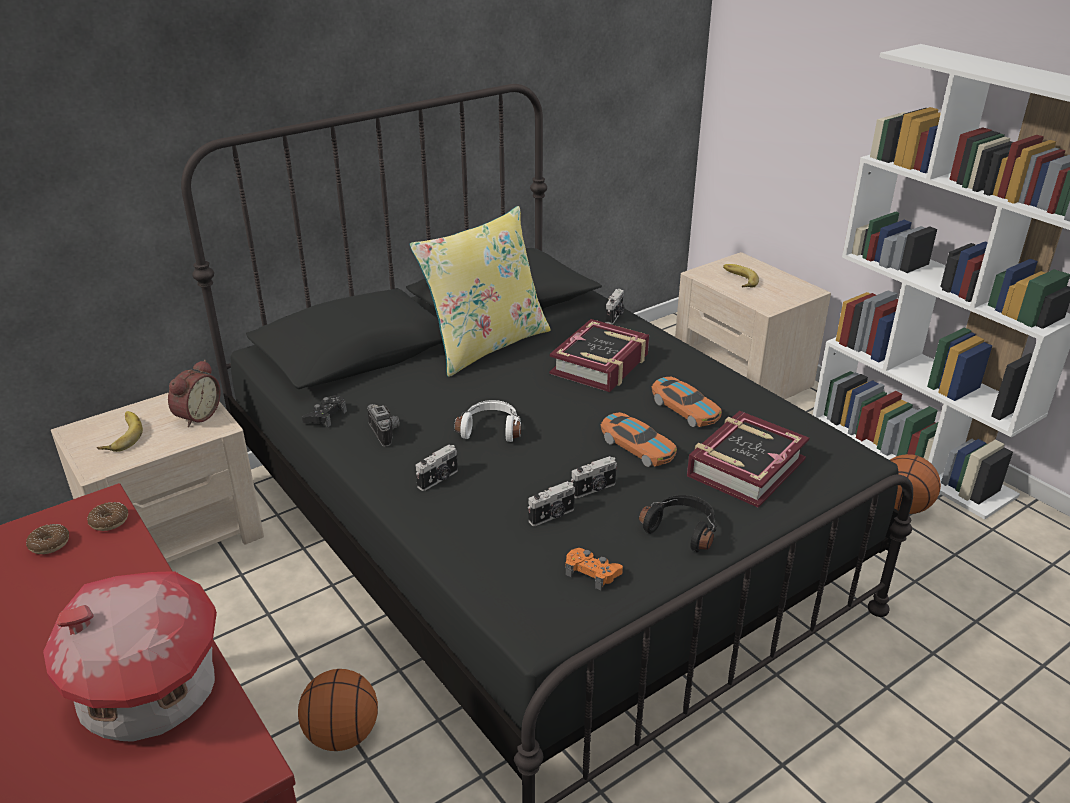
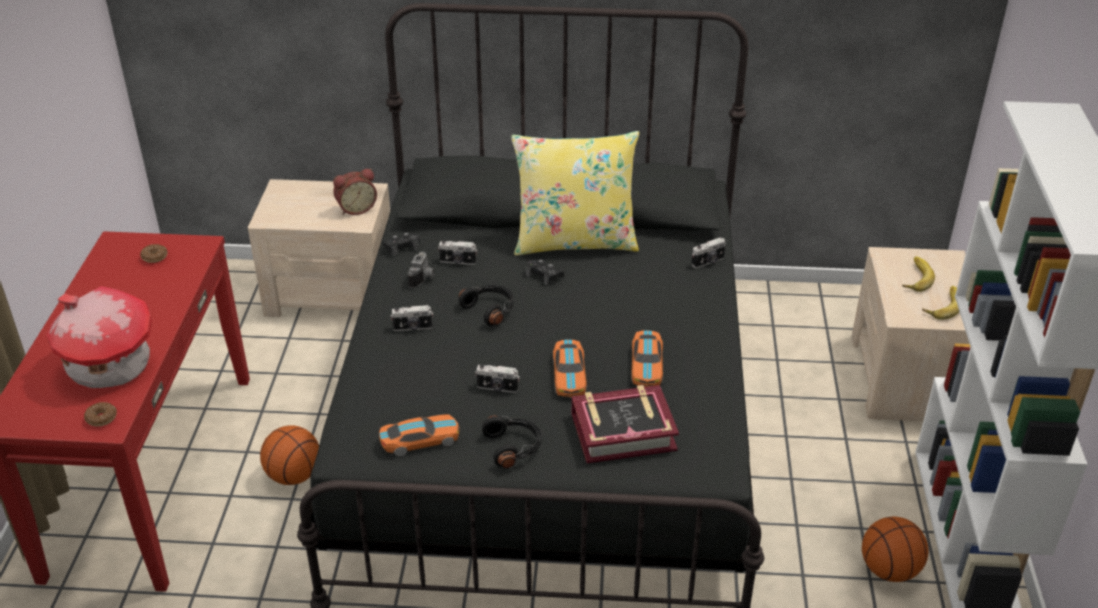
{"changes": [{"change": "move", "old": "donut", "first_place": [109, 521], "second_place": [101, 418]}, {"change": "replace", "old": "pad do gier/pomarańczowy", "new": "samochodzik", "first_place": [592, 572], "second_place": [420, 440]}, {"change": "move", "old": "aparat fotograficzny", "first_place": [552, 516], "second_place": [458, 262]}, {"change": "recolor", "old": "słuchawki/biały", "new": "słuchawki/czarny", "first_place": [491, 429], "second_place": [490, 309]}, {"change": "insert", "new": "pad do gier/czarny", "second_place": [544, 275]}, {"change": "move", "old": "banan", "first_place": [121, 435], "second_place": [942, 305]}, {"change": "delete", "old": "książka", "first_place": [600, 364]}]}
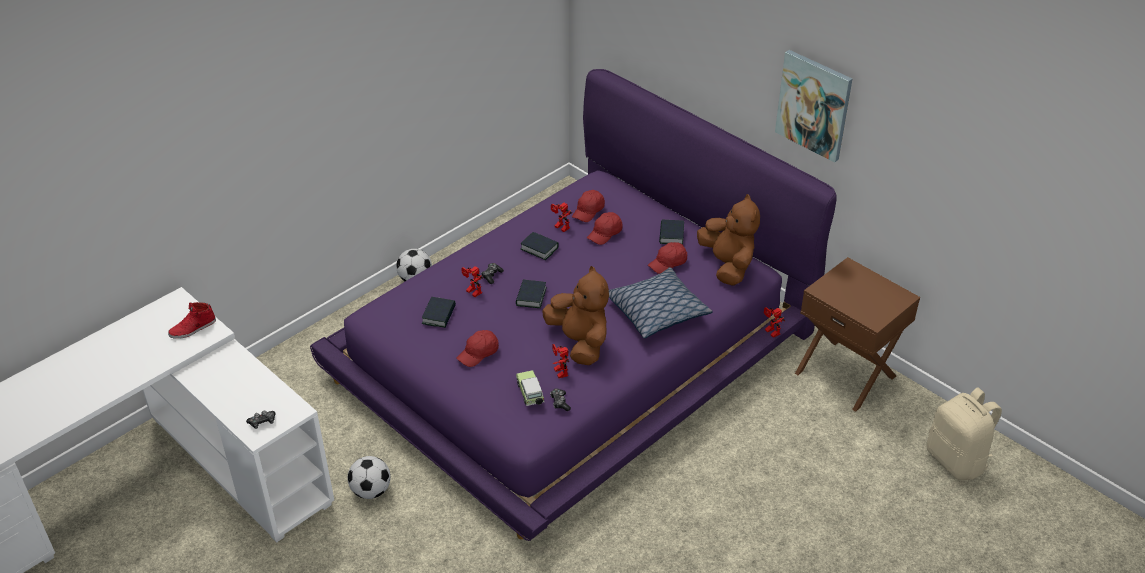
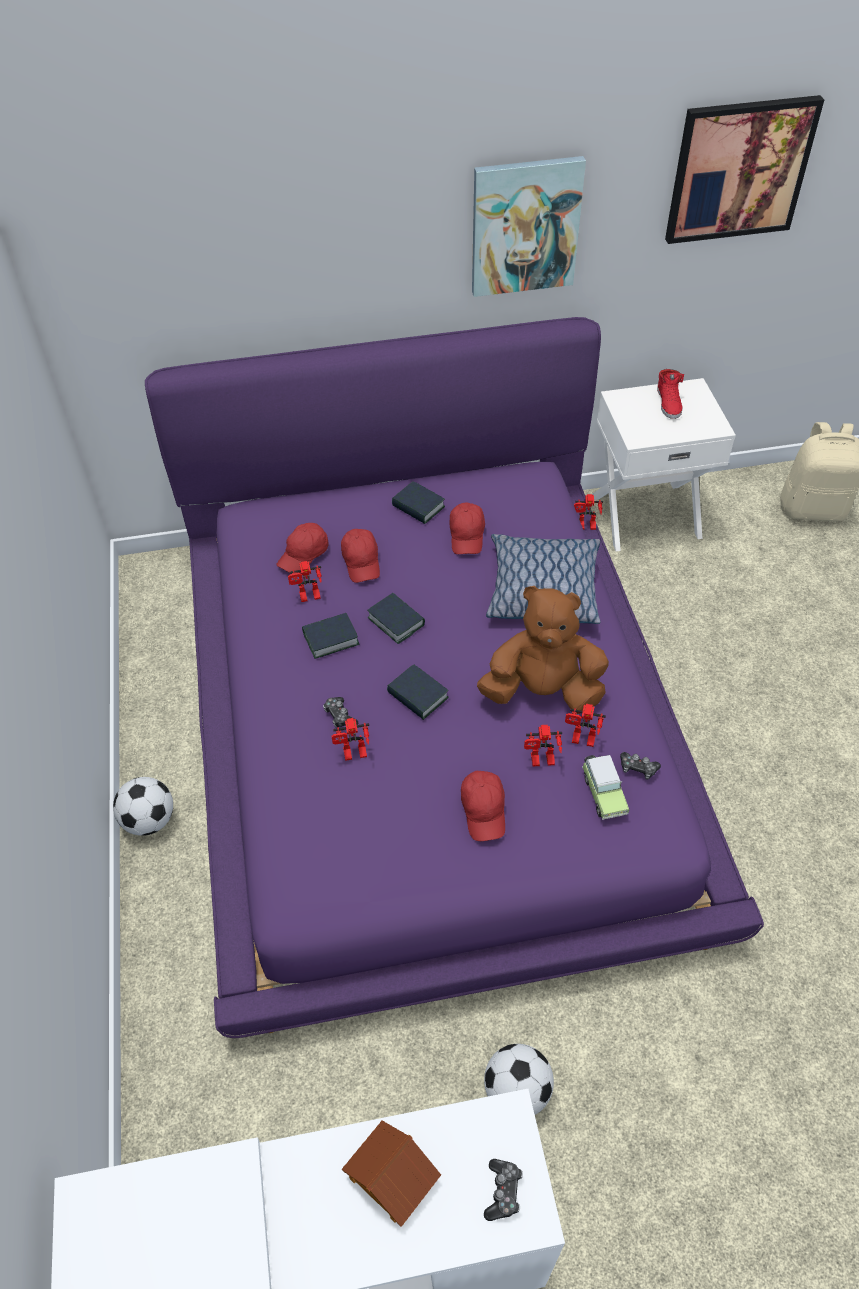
{"changes": [{"change": "rotate", "old": "czapka z daszkiem/czerwony", "first_place": [588, 211], "second_place": [304, 555], "degrees": 60}, {"change": "insert", "new": "domek", "second_place": [390, 1177]}, {"change": "move", "old": "książka", "first_place": [439, 315], "second_place": [396, 621]}, {"change": "insert", "new": "robot zabawkowy", "second_place": [541, 762]}, {"change": "rotate", "old": "samochodzik", "first_place": [530, 394], "second_place": [603, 792], "degrees": -120}, {"change": "recolor", "old": "szafka nocna/brązowy", "new": "szafka nocna/biały", "first_place": [846, 374], "second_place": [645, 514]}, {"change": "move", "old": "but/czerwony", "first_place": [193, 328], "second_place": [669, 402]}, {"change": "insert", "new": "obraz", "second_place": [739, 170]}, {"change": "delete", "old": "pluszak/brązowy", "first_place": [727, 265]}]}
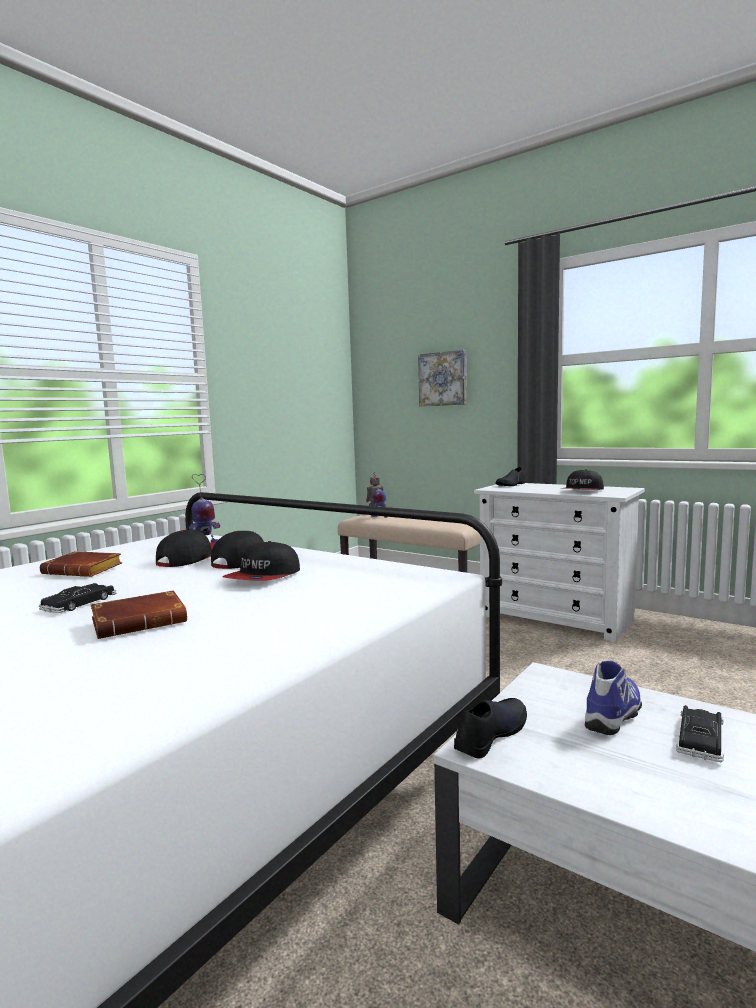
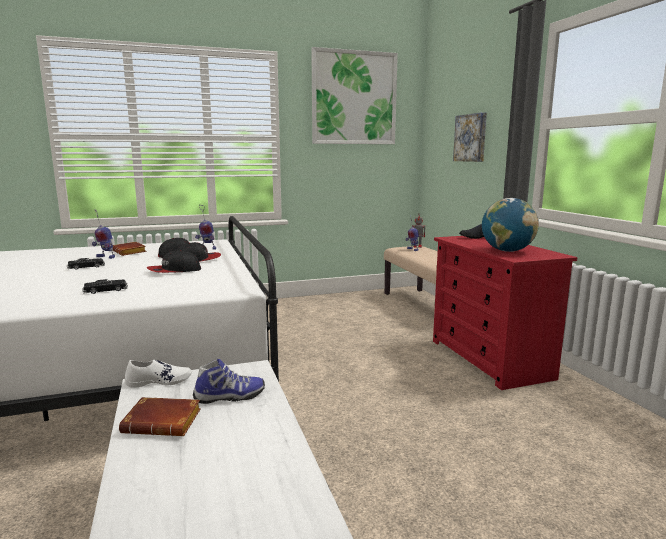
{"changes": [{"change": "move", "old": "samochodzik/czarny", "first_place": [700, 739], "second_place": [105, 290]}, {"change": "insert", "new": "robot zabawkowy", "second_place": [105, 257]}, {"change": "move", "old": "książka/brązowy", "first_place": [141, 621], "second_place": [165, 422]}, {"change": "recolor", "old": "but/czarny", "new": "but/biały", "first_place": [490, 734], "second_place": [159, 381]}, {"change": "insert", "new": "obraz", "second_place": [354, 98]}, {"change": "recolor", "old": "komoda/biały", "new": "komoda/czerwony", "first_place": [556, 617], "second_place": [489, 359]}, {"change": "replace", "old": "czapka z daszkiem", "new": "globus", "first_place": [582, 491], "second_place": [507, 251]}]}
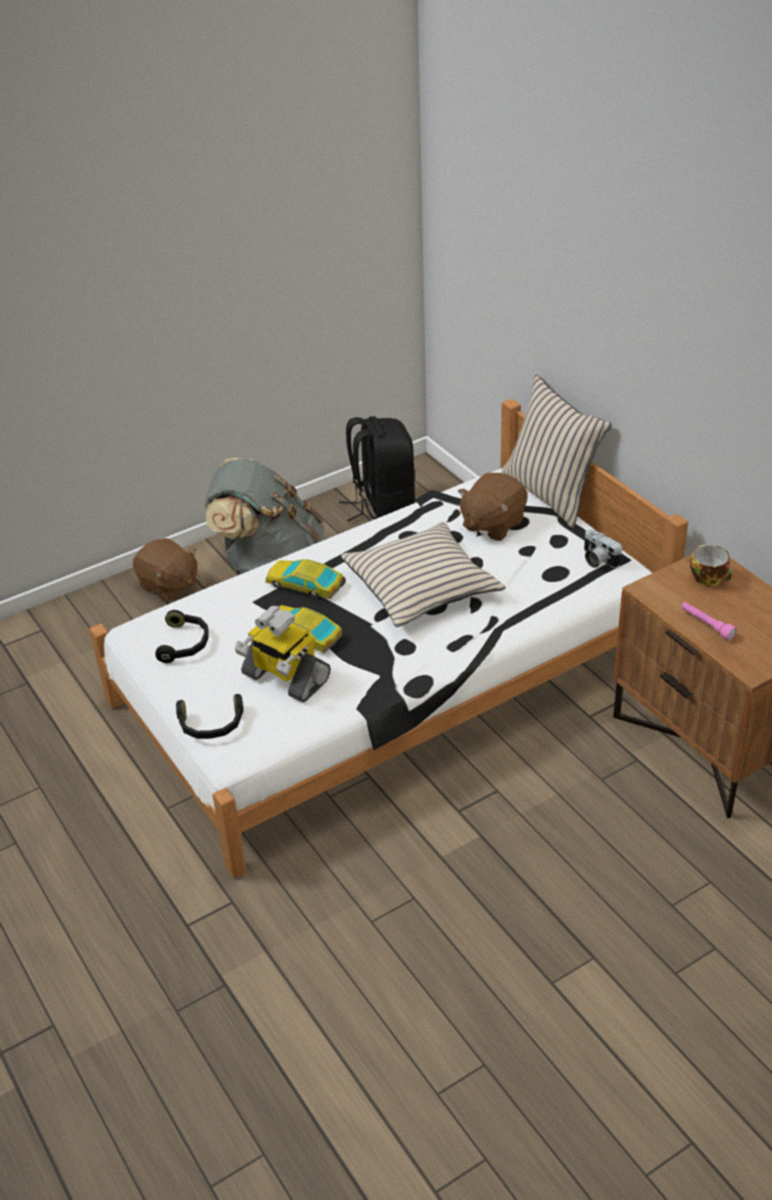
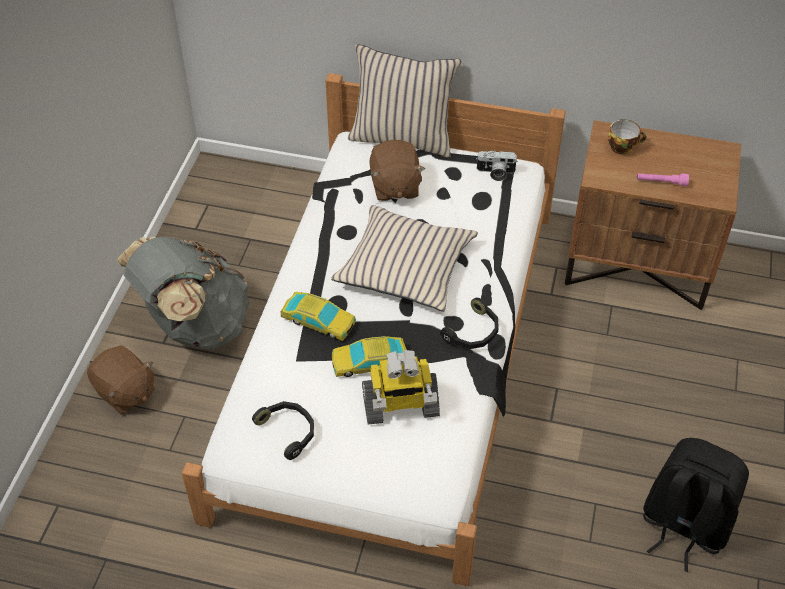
{"changes": [{"change": "rotate", "old": "pluszak/brązowy", "first_place": [168, 586], "second_place": [125, 392], "degrees": 45}, {"change": "rotate", "old": "samochodzik", "first_place": [304, 585], "second_place": [318, 320], "degrees": -135}, {"change": "move", "old": "słuchawki/czarny", "first_place": [211, 725], "second_place": [473, 333]}, {"change": "move", "old": "plecak/czarny", "first_place": [382, 506], "second_place": [683, 525]}]}
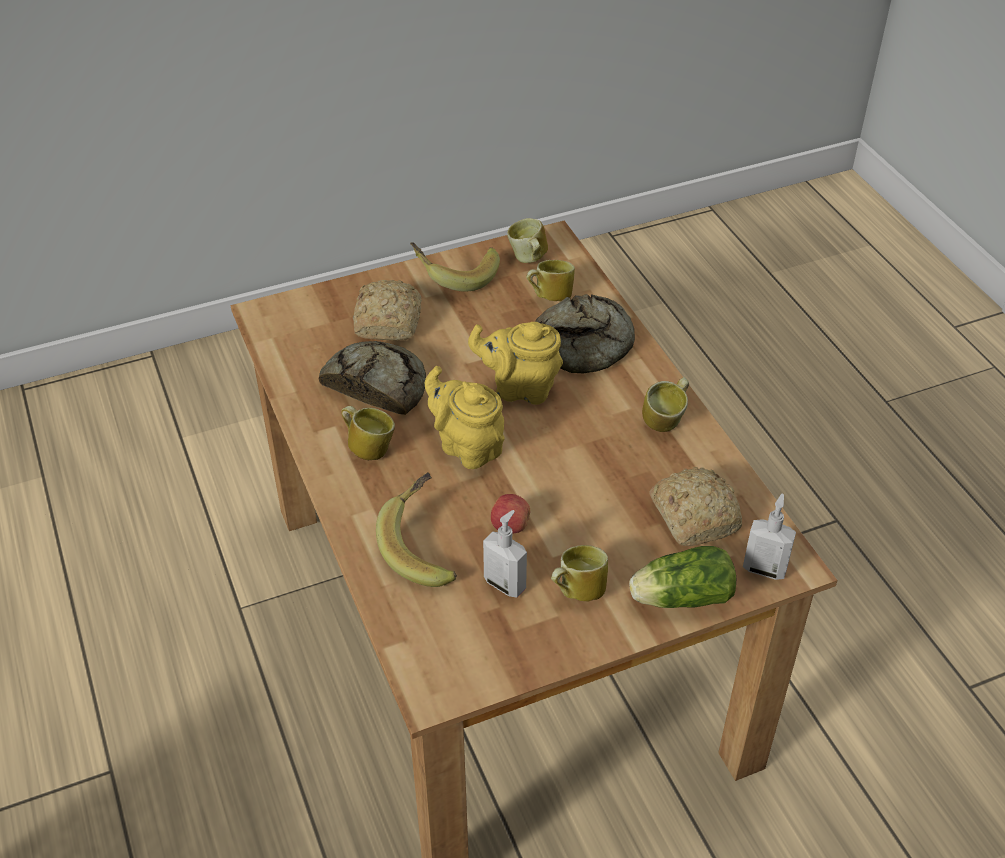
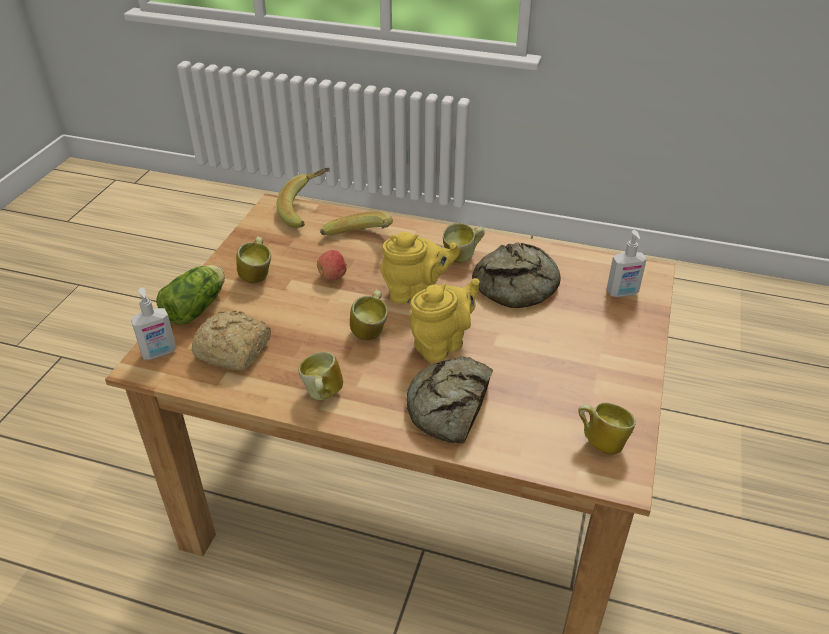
{"changes": [{"change": "move", "old": "banan", "first_place": [455, 276], "second_place": [308, 211]}, {"change": "move", "old": "kubek", "first_place": [549, 297], "second_place": [371, 330]}, {"change": "move", "old": "dozownik mydła", "first_place": [505, 583], "second_place": [622, 293]}, {"change": "delete", "old": "chleb", "first_place": [389, 321]}]}
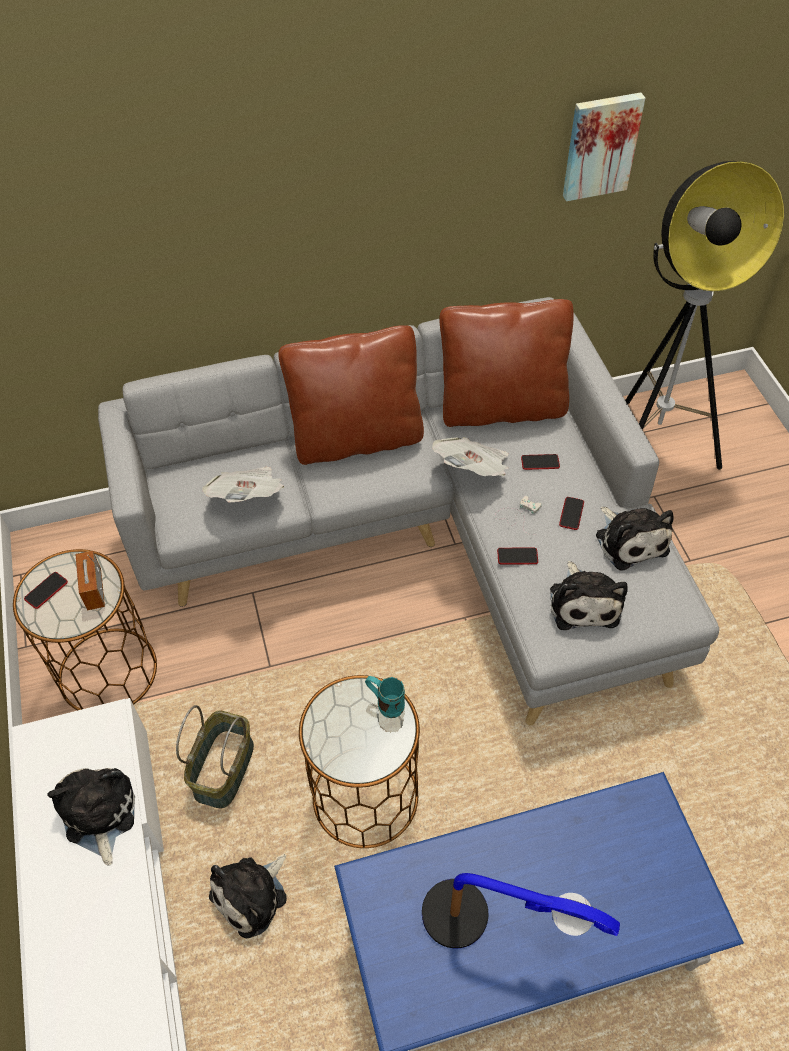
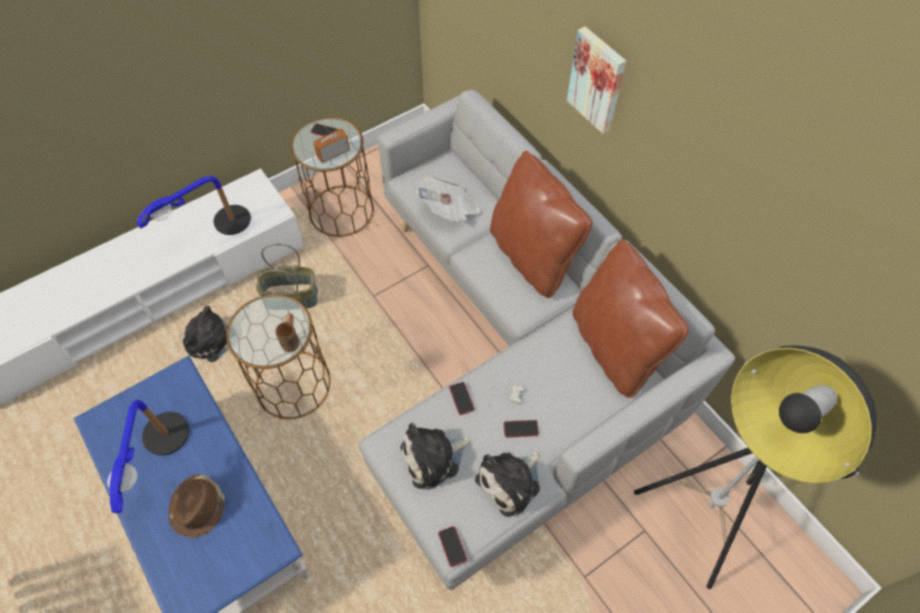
{"changes": [{"change": "replace", "old": "pluszak", "new": "lampa stołowa", "first_place": [98, 814], "second_place": [214, 230]}, {"change": "insert", "new": "kapelusz/brązowy", "second_place": [199, 507]}, {"change": "recolor", "old": "kubek/turkusowy", "new": "kubek/brązowy", "first_place": [385, 703], "second_place": [291, 339]}, {"change": "move", "old": "telefon", "first_place": [540, 462], "second_place": [452, 546]}, {"change": "move", "old": "obraz", "first_place": [600, 145], "second_place": [597, 80]}, {"change": "delete", "old": "gazeta", "first_place": [473, 469]}]}
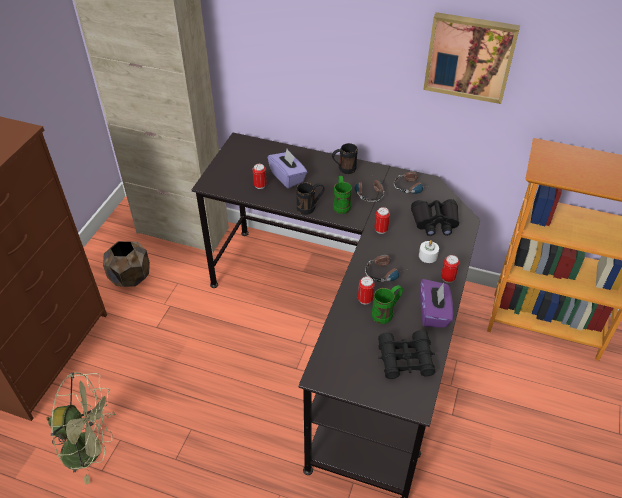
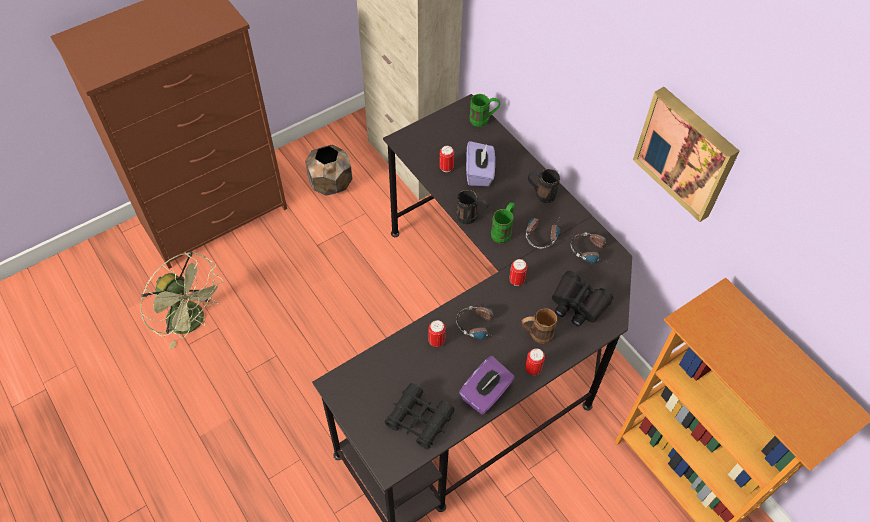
{"changes": [{"change": "move", "old": "kubek/zielony", "first_place": [386, 313], "second_place": [483, 120]}, {"change": "replace", "old": "świeca/biały", "new": "kubek/brązowy", "first_place": [428, 256], "second_place": [535, 335]}]}
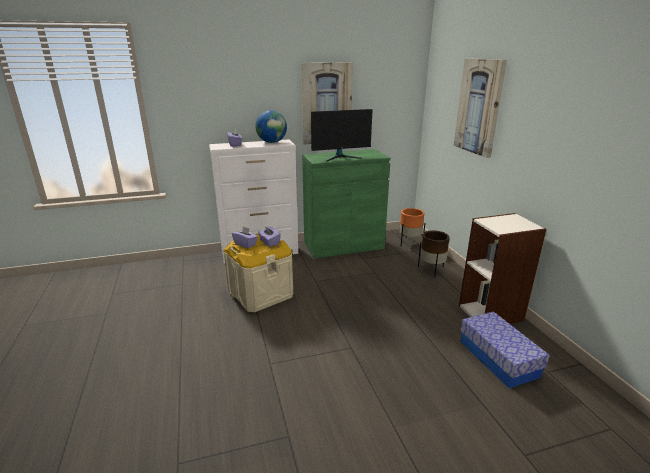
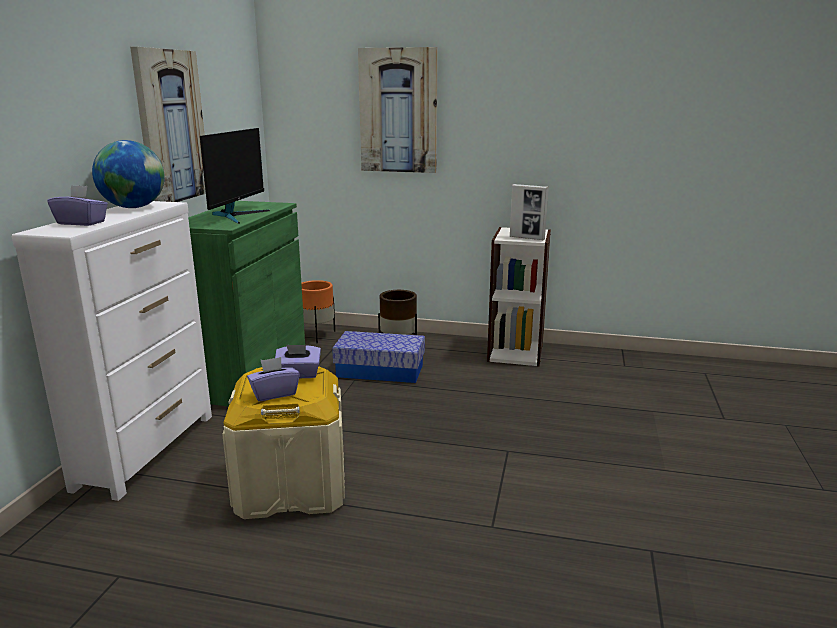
{"changes": [{"change": "move", "old": "pojemnik do przechowywania", "first_place": [498, 358], "second_place": [380, 371]}, {"change": "insert", "new": "ramka na zdjęcie", "second_place": [527, 238]}]}
